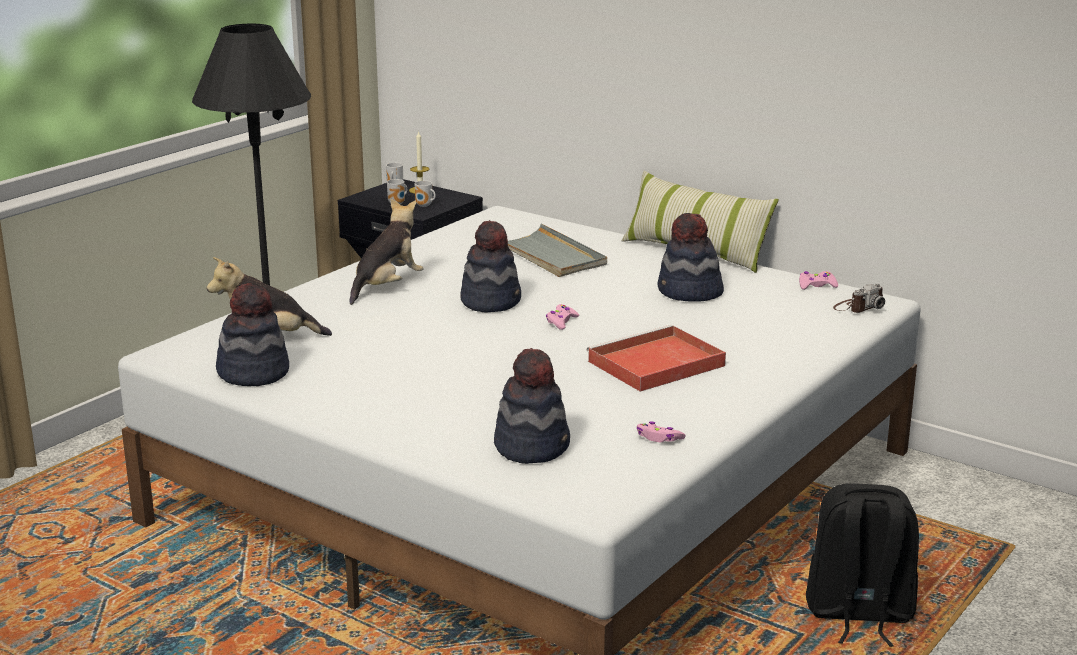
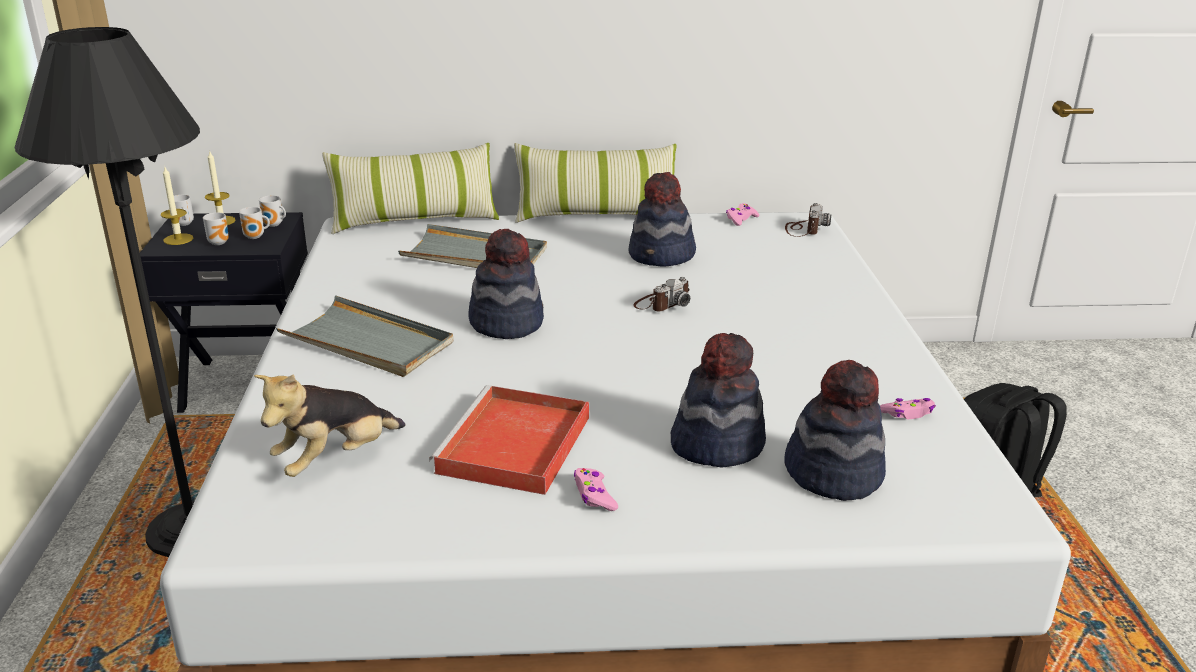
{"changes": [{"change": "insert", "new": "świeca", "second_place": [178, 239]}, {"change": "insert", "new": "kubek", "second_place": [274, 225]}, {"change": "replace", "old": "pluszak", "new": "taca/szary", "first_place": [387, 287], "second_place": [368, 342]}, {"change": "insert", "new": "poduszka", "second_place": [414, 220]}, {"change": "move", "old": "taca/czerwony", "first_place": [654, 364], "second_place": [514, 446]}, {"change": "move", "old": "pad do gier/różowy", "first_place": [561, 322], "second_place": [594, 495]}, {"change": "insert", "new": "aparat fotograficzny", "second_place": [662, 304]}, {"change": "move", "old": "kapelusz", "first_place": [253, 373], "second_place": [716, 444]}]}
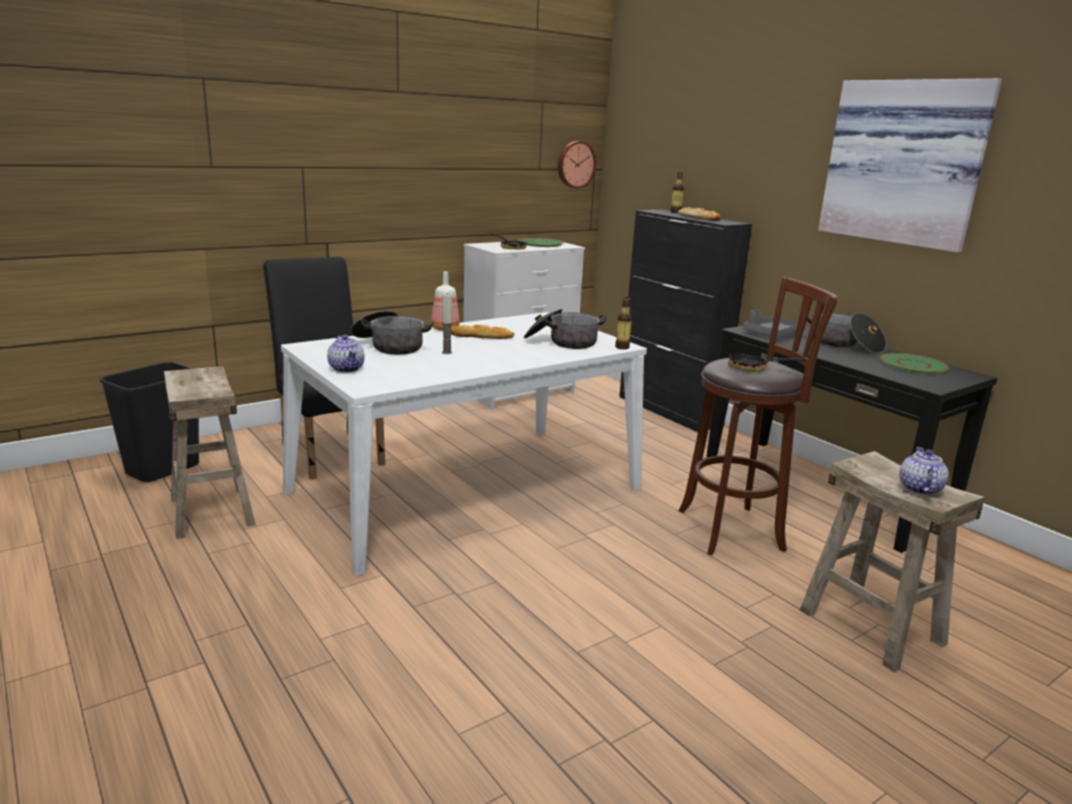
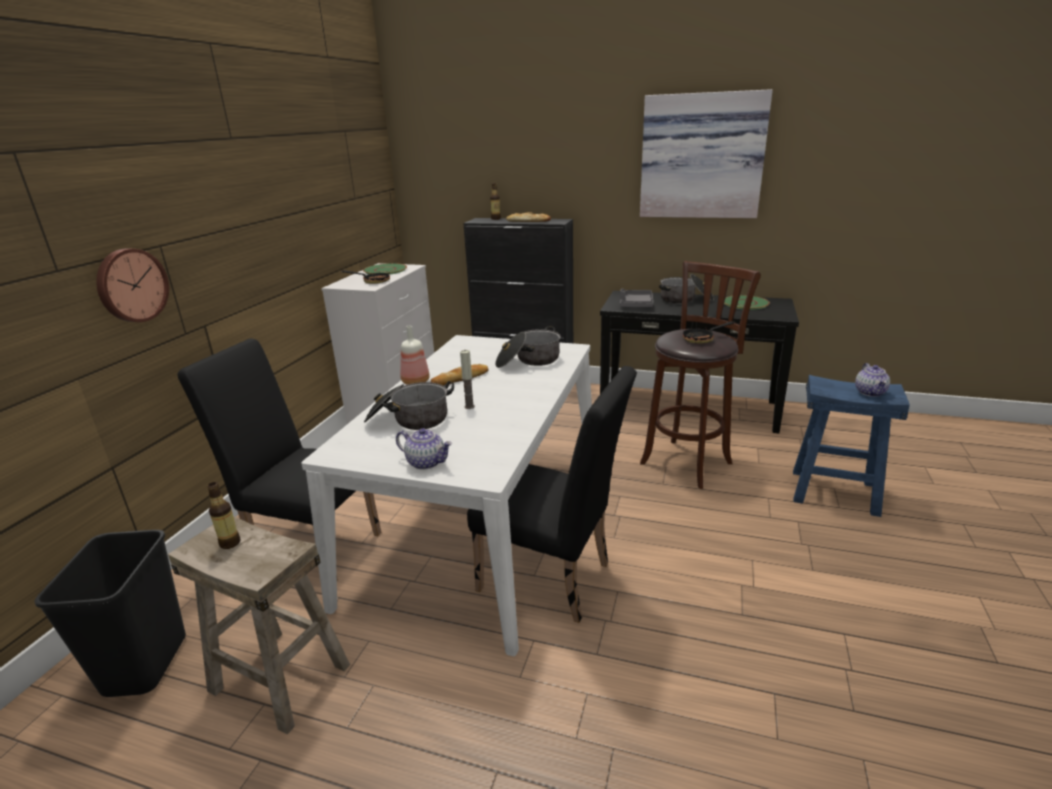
{"changes": [{"change": "move", "old": "zegar ścienny", "first_place": [575, 164], "second_place": [131, 285]}, {"change": "move", "old": "butelka", "first_place": [622, 347], "second_place": [230, 543]}, {"change": "insert", "new": "krzesło/czarny", "second_place": [553, 580]}, {"change": "recolor", "old": "stołek/beżowy", "new": "stołek/niebieski", "first_place": [872, 627], "second_place": [834, 492]}, {"change": "rotate", "old": "imbryk", "first_place": [919, 488], "second_place": [870, 392], "degrees": -150}]}
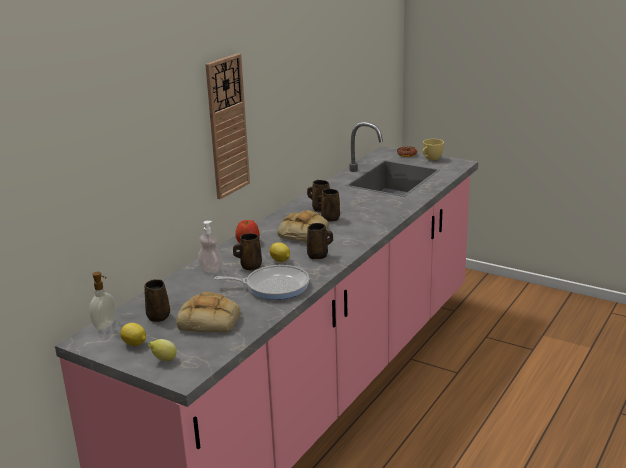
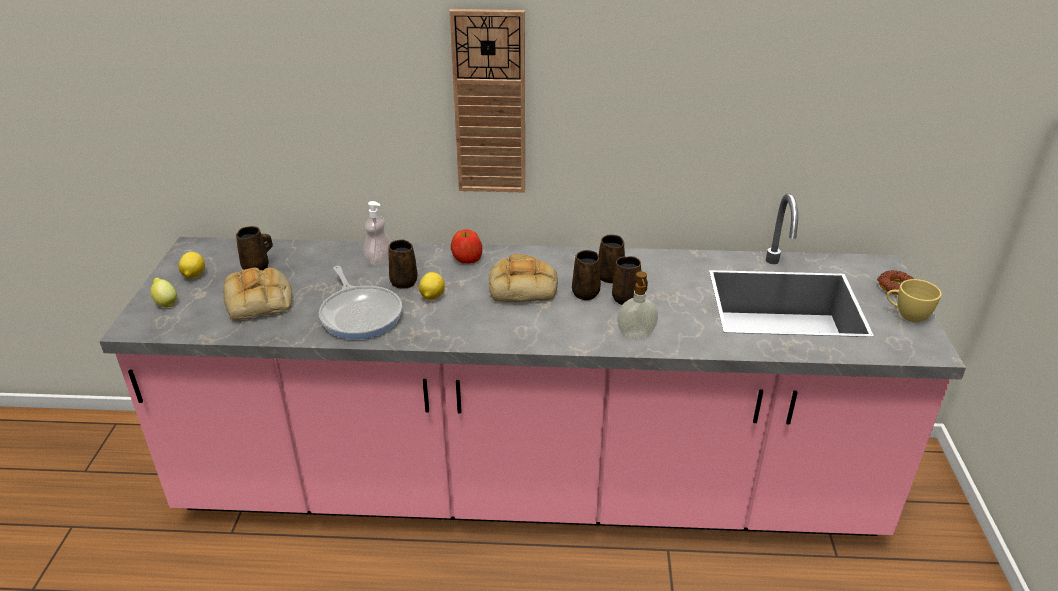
{"changes": [{"change": "move", "old": "kubek/brązowy", "first_place": [319, 255], "second_place": [627, 300]}, {"change": "move", "old": "dozownik mydła", "first_place": [105, 326], "second_place": [636, 336]}]}
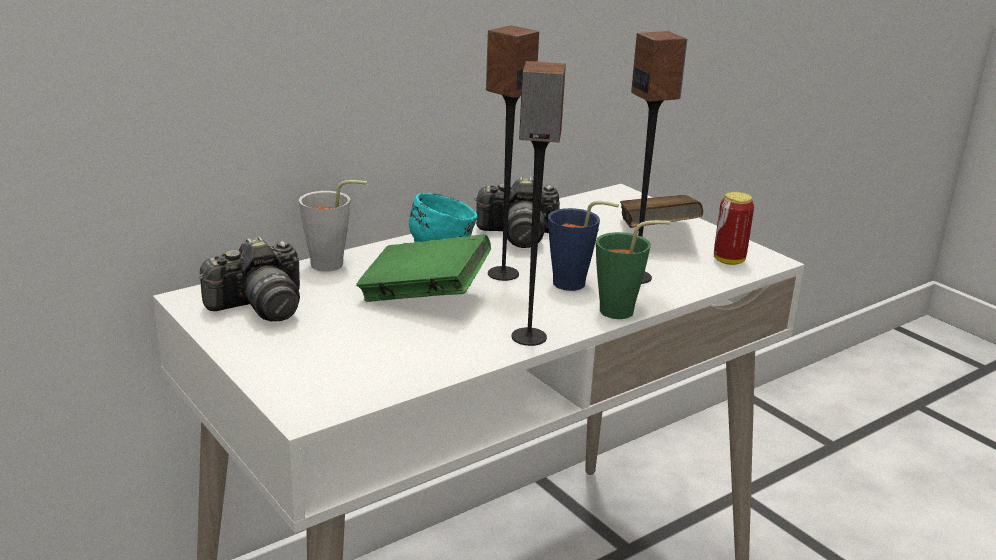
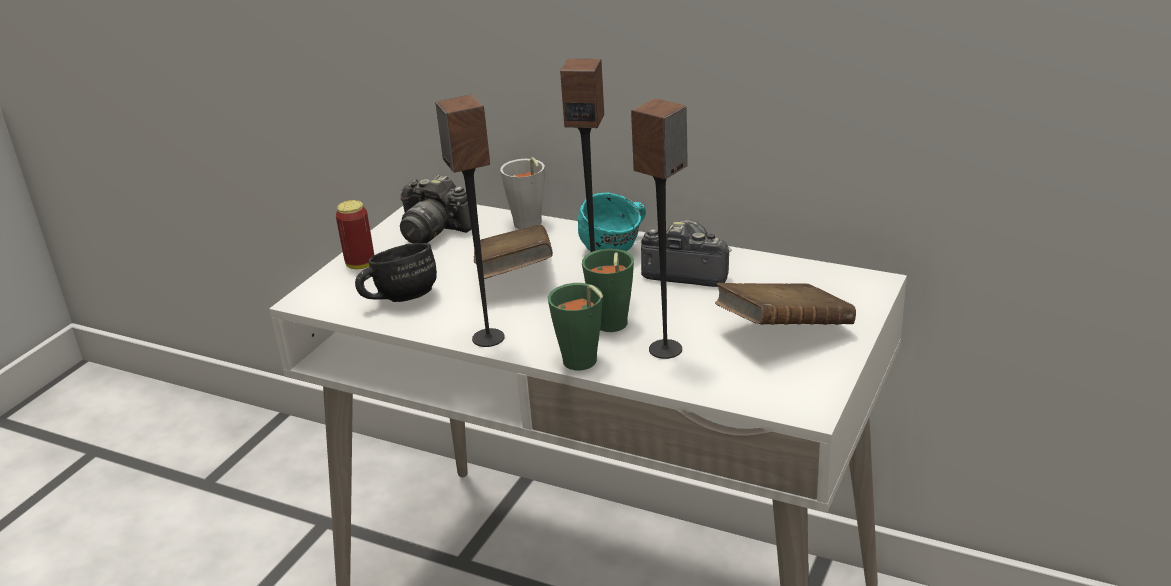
{"changes": [{"change": "move", "old": "puszka", "first_place": [729, 261], "second_place": [360, 264]}, {"change": "insert", "new": "kubek/czarny", "second_place": [398, 298]}, {"change": "recolor", "old": "książka/zielony", "new": "książka/brązowy", "first_place": [424, 296], "second_place": [514, 275]}, {"change": "recolor", "old": "filiżanka/niebieski", "new": "filiżanka/zielony", "first_place": [576, 285], "second_place": [611, 327]}, {"change": "rotate", "old": "aparat fotograficzny", "first_place": [518, 235], "second_place": [686, 270], "degrees": 135}]}
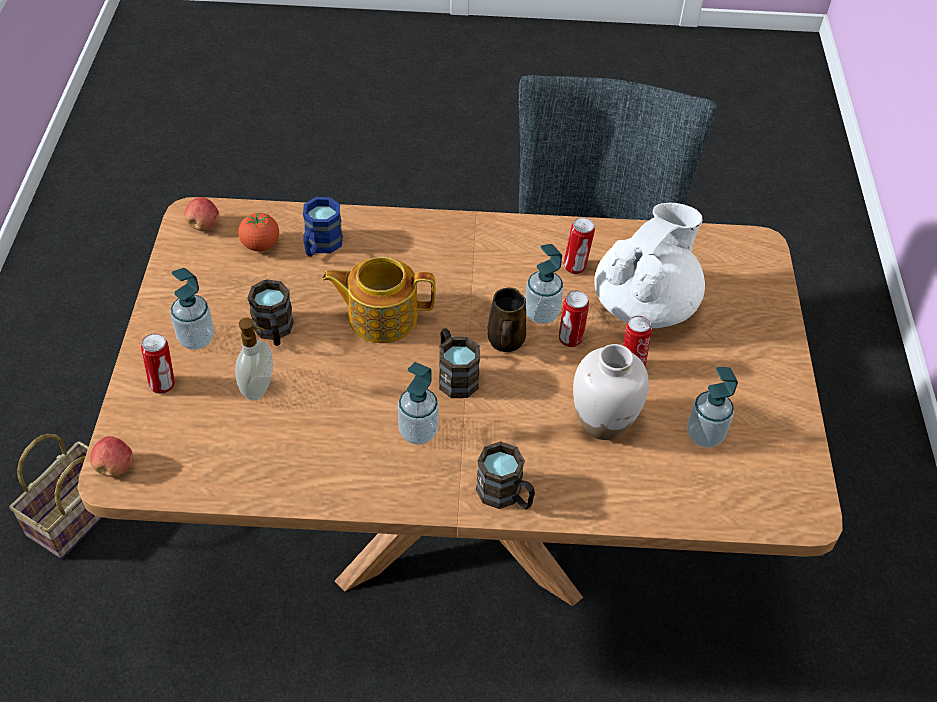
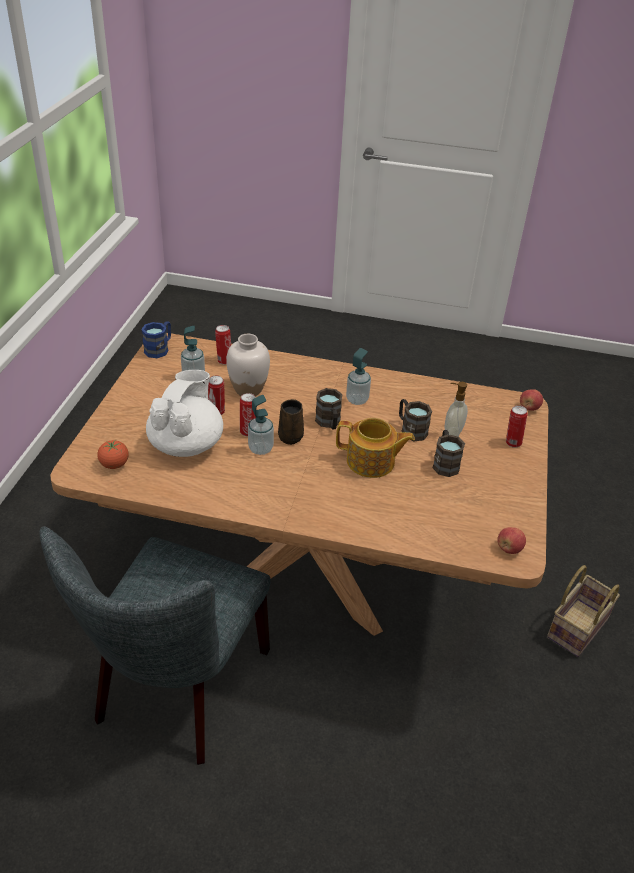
{"changes": [{"change": "move", "old": "pomidor", "first_place": [261, 245], "second_place": [114, 465]}, {"change": "move", "old": "kubek/niebieski", "first_place": [320, 246], "second_place": [159, 349]}, {"change": "rotate", "old": "imbryk/biały", "first_place": [645, 305], "second_place": [186, 444], "degrees": 150}, {"change": "move", "old": "puszka", "first_place": [575, 267], "second_place": [224, 360]}, {"change": "move", "old": "kubek/brązowy", "first_place": [506, 495], "second_place": [410, 429]}, {"change": "delete", "old": "dozownik mydła", "first_place": [196, 339]}]}
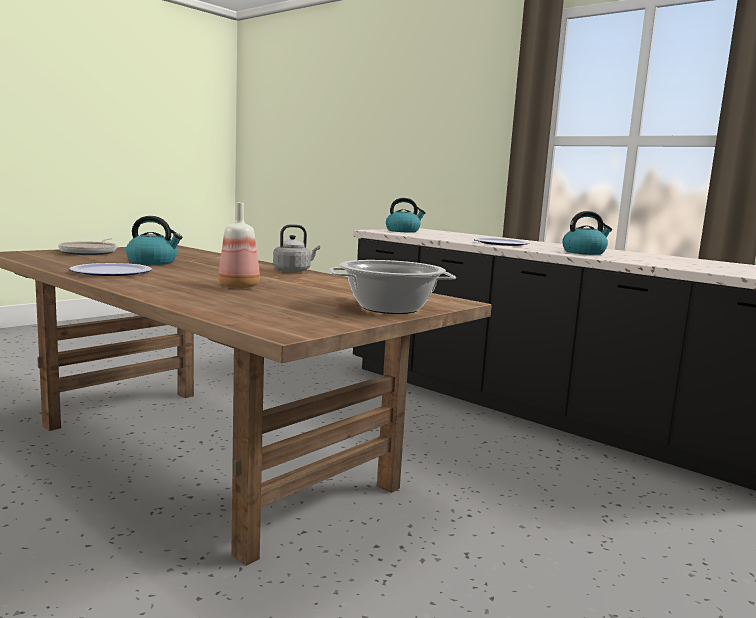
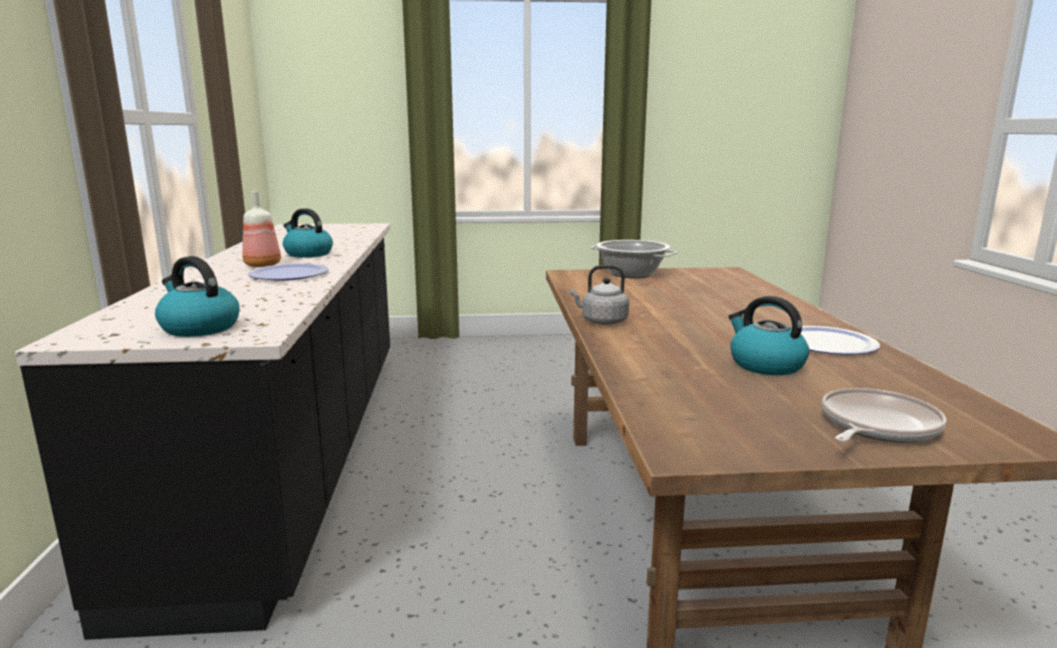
{"changes": [{"change": "move", "old": "butelka", "first_place": [240, 286], "second_place": [261, 265]}]}
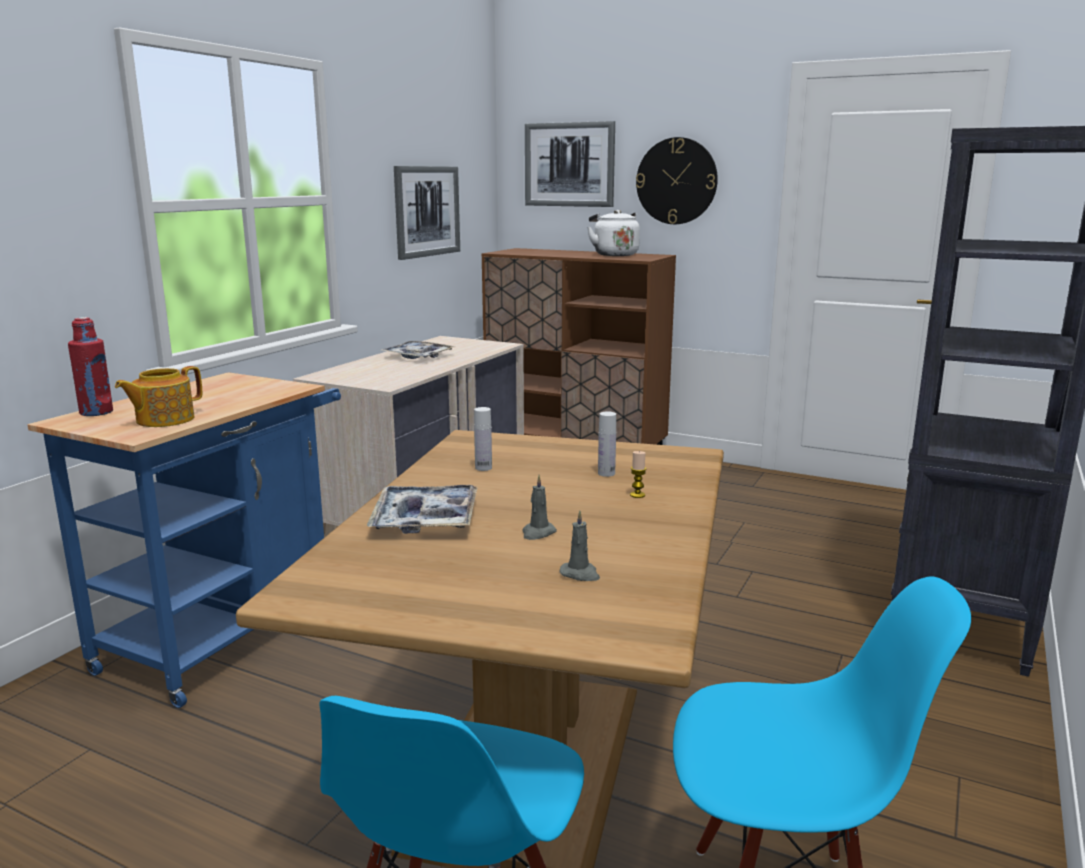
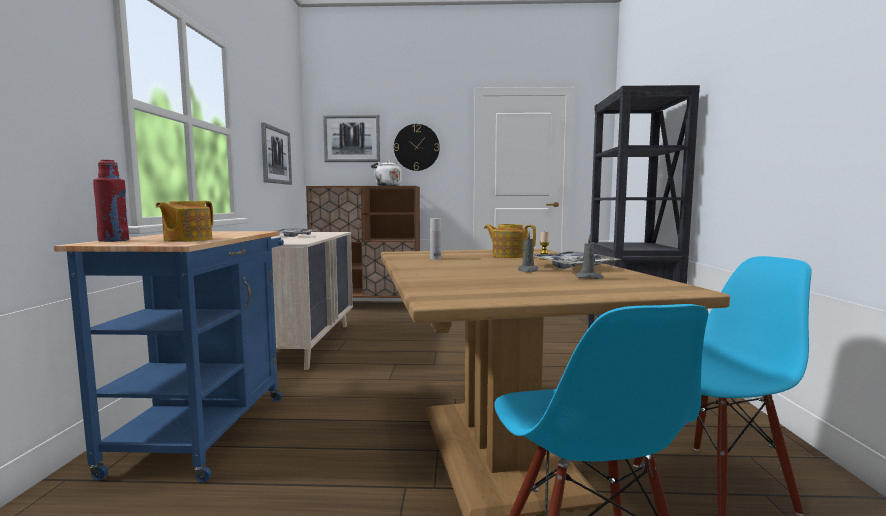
{"changes": [{"change": "replace", "old": "butelka/biały", "new": "imbryk", "first_place": [606, 473], "second_place": [509, 256]}, {"change": "move", "old": "taca", "first_place": [425, 519], "second_place": [572, 267]}]}
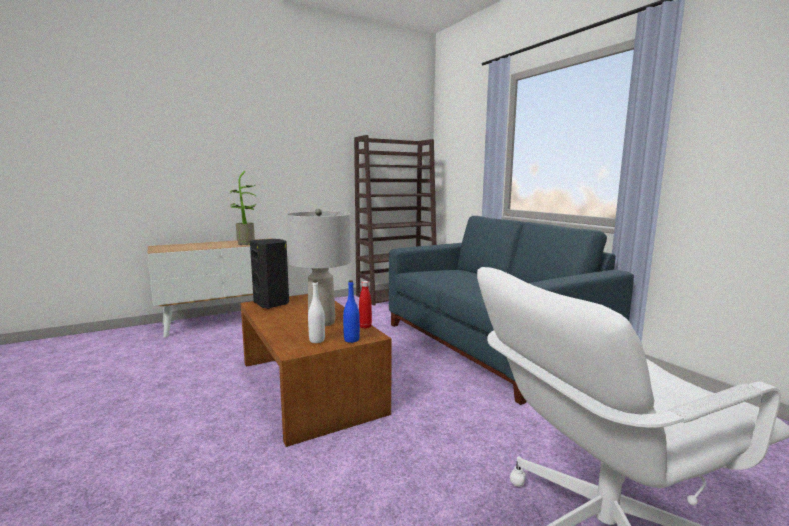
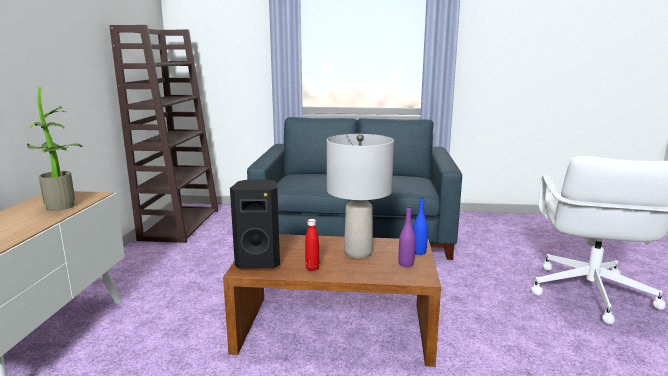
{"changes": [{"change": "move", "old": "butelka/czerwony", "first_place": [365, 327], "second_place": [312, 268]}, {"change": "recolor", "old": "butelka/biały", "new": "butelka/fioletowy", "first_place": [317, 340], "second_place": [406, 264]}]}
